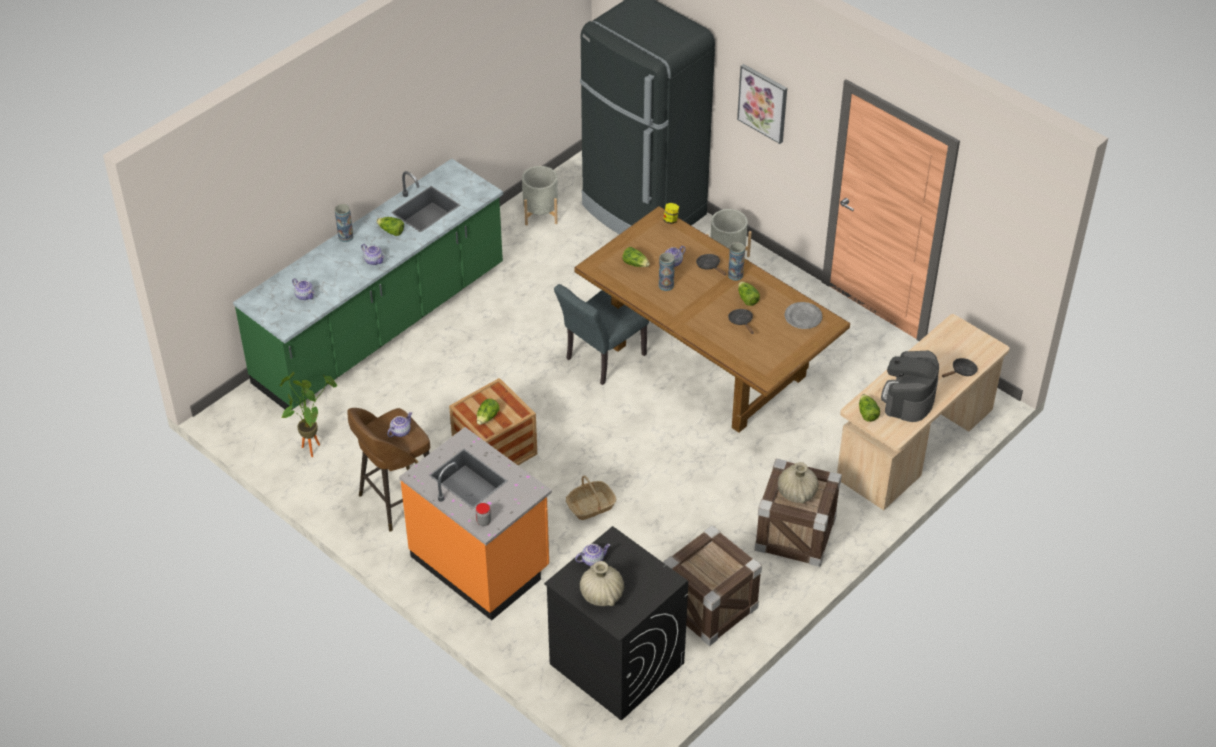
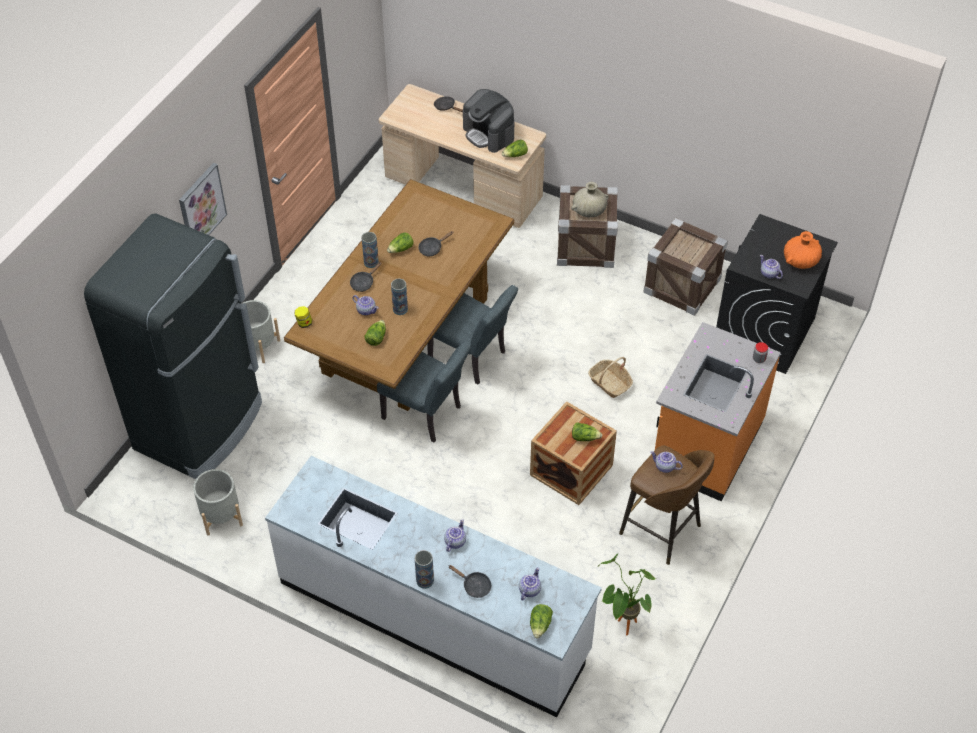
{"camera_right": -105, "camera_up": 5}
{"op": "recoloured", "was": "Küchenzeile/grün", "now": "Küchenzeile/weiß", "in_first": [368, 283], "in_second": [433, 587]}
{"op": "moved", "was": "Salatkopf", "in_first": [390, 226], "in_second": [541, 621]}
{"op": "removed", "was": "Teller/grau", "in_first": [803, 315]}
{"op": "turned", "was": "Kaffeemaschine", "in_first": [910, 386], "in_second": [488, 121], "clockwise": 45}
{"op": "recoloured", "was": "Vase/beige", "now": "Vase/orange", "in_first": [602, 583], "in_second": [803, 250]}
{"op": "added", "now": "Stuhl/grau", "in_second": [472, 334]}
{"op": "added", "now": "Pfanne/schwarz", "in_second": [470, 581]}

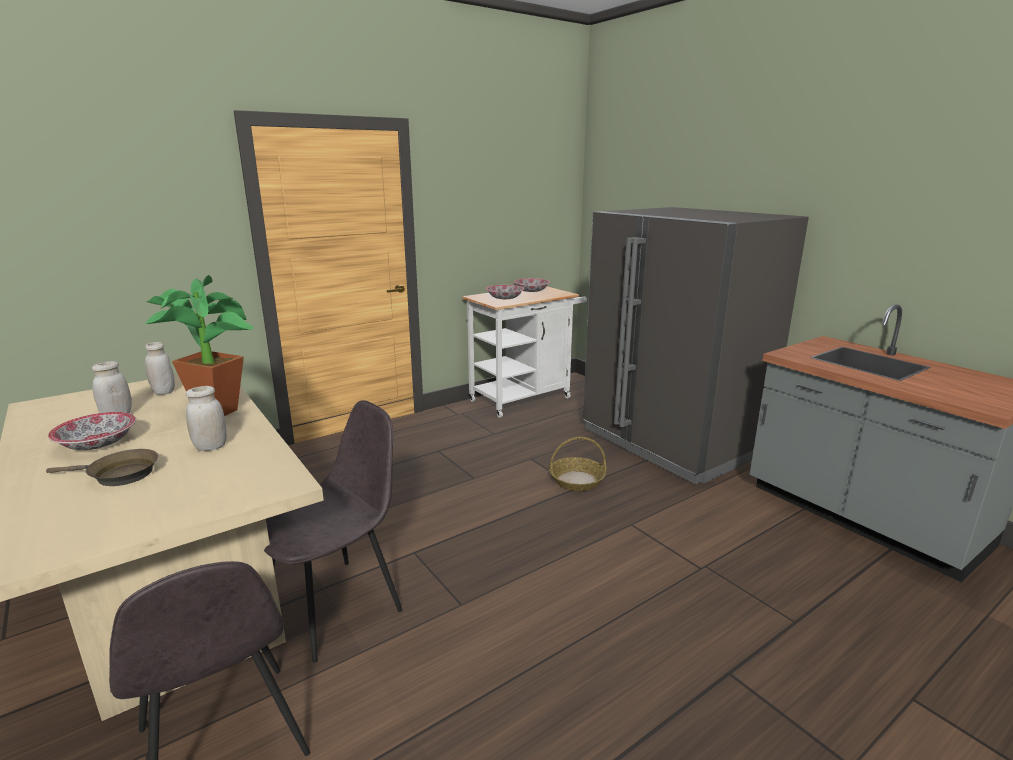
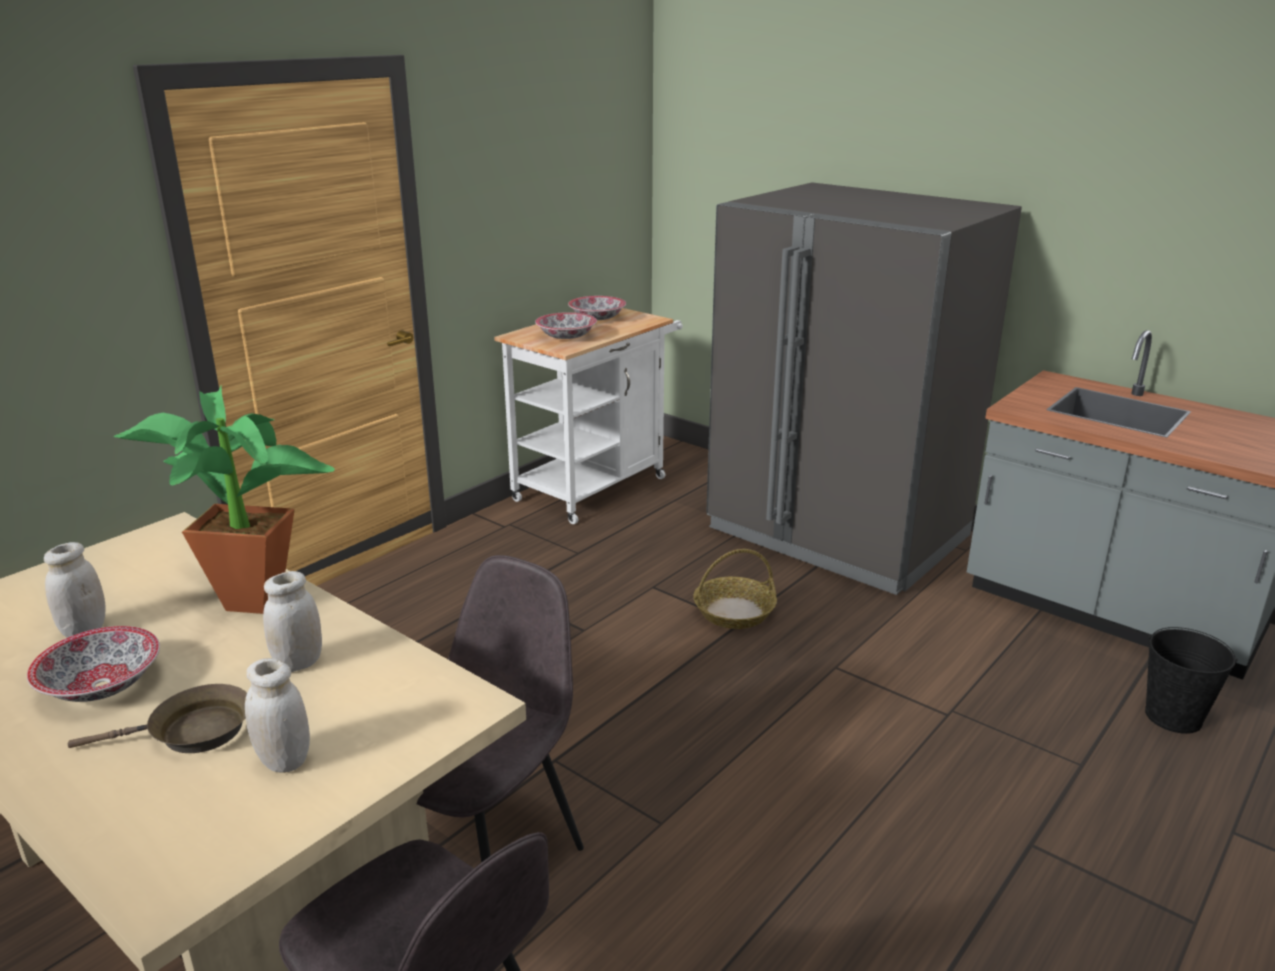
{"camera_right": -15, "camera_up": 5}
{"op": "moved", "was": "Vorratsglas/weiß", "in_first": [160, 368], "in_second": [277, 715]}
{"op": "added", "now": "Eimer/schwarz", "in_second": [1191, 680]}

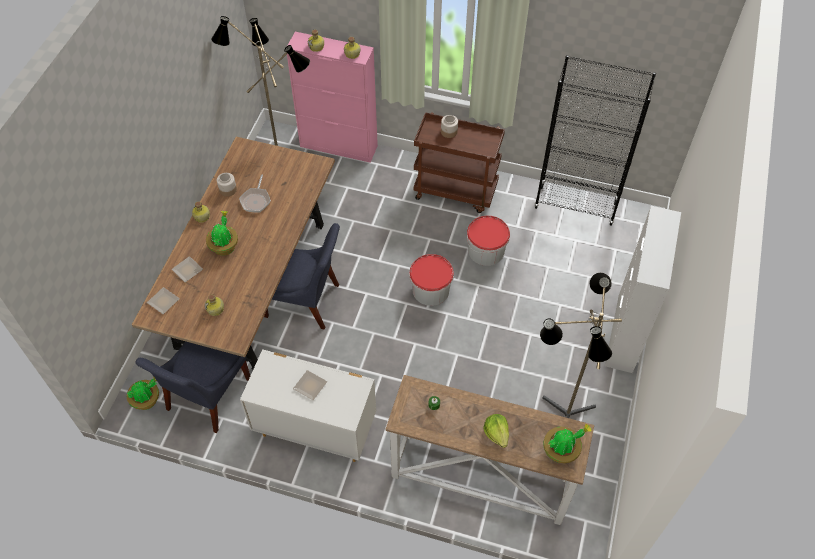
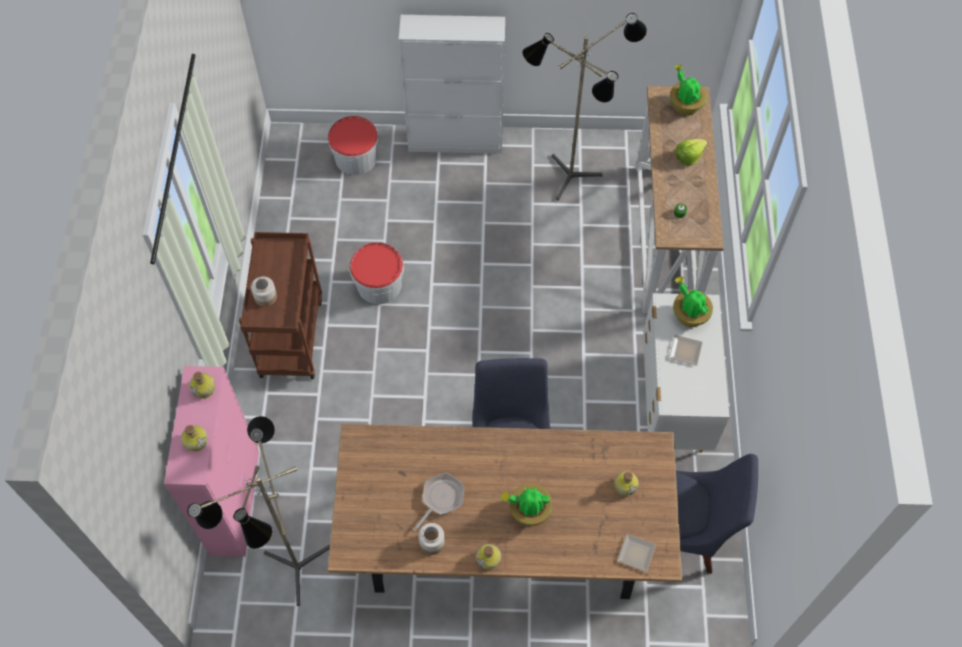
{"camera_right": -105, "camera_up": 5}
{"op": "removed", "was": "Bücherregal/schwarz", "in_first": [595, 140]}
{"op": "turned", "was": "Pfanne", "in_first": [255, 194], "in_second": [438, 502], "clockwise": -45}
{"op": "moved", "was": "Eimer", "in_first": [431, 280], "in_second": [353, 145]}
{"op": "removed", "was": "Teller", "in_first": [187, 269]}
{"op": "moved", "was": "Topfpflanze", "in_first": [142, 393], "in_second": [693, 301]}

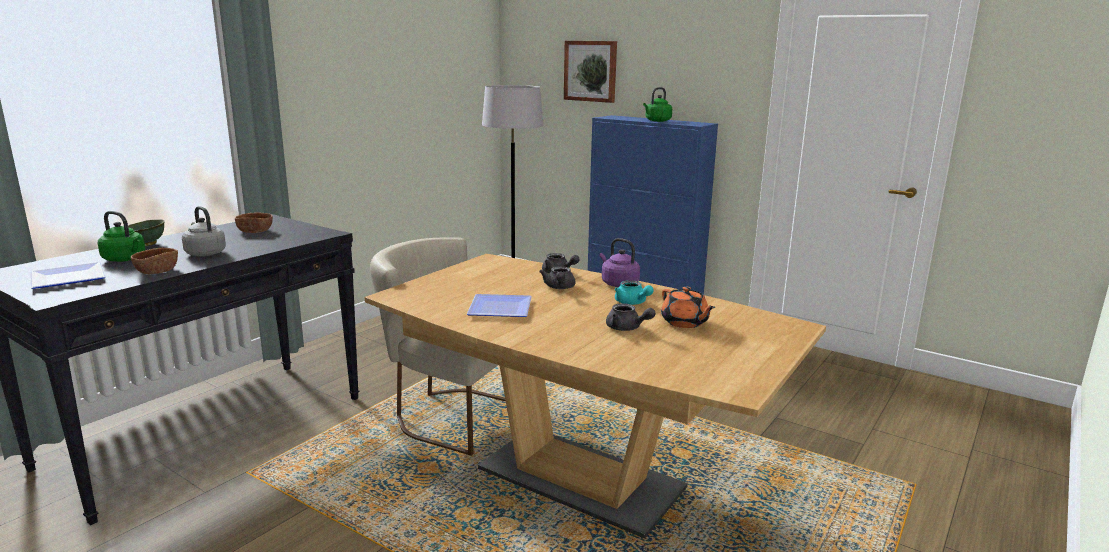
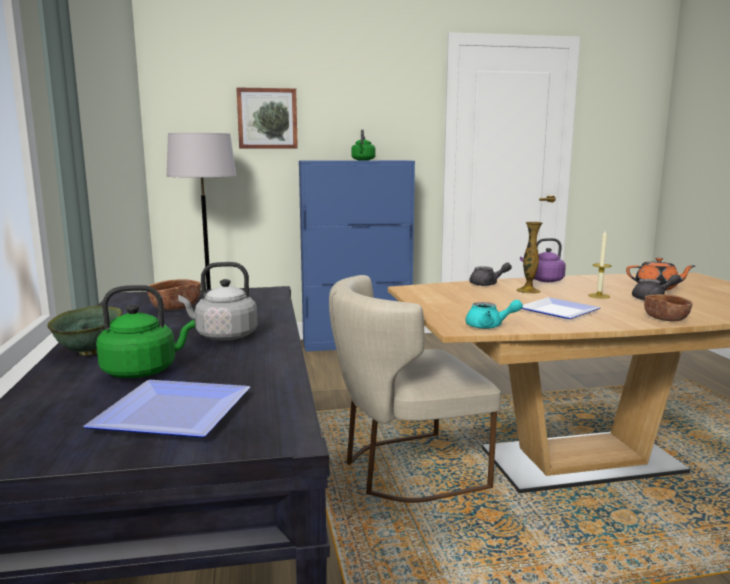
{"camera_right": -45, "camera_up": -5}
{"op": "moved", "was": "Schüssel/braun", "in_first": [154, 261], "in_second": [668, 307]}
{"op": "replaced", "was": "Teekanne/grau", "now": "Vase", "in_first": [557, 277], "in_second": [529, 258]}
{"op": "moved", "was": "Teekanne/türkis", "in_first": [634, 292], "in_second": [494, 314]}
{"op": "added", "now": "Kerze", "in_second": [600, 265]}

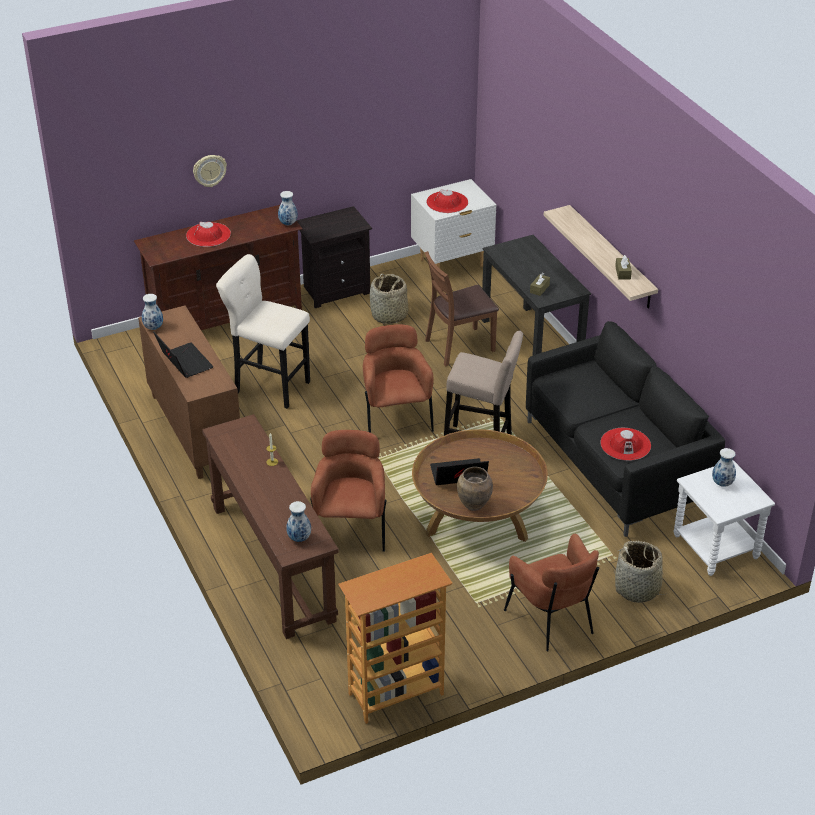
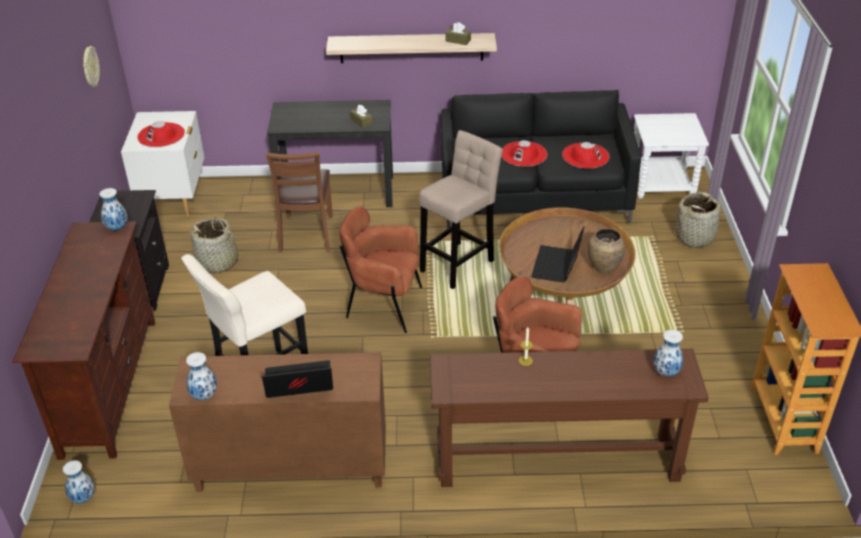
{"camera_right": -65, "camera_up": 0}
{"op": "moved", "was": "Wanduhr", "in_first": [210, 171], "in_second": [91, 66]}
{"op": "moved", "was": "Hut/rot", "in_first": [208, 234], "in_second": [525, 153]}
{"op": "moved", "was": "Vase", "in_first": [724, 467], "in_second": [79, 482]}
{"op": "removed", "was": "Sessel/braun", "in_first": [551, 592]}

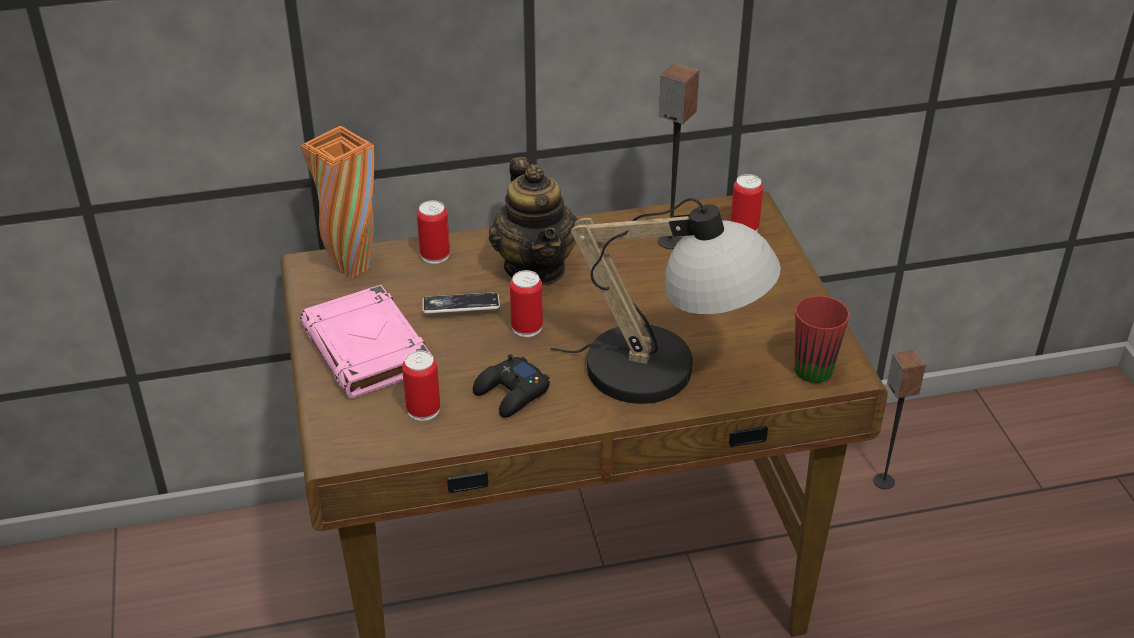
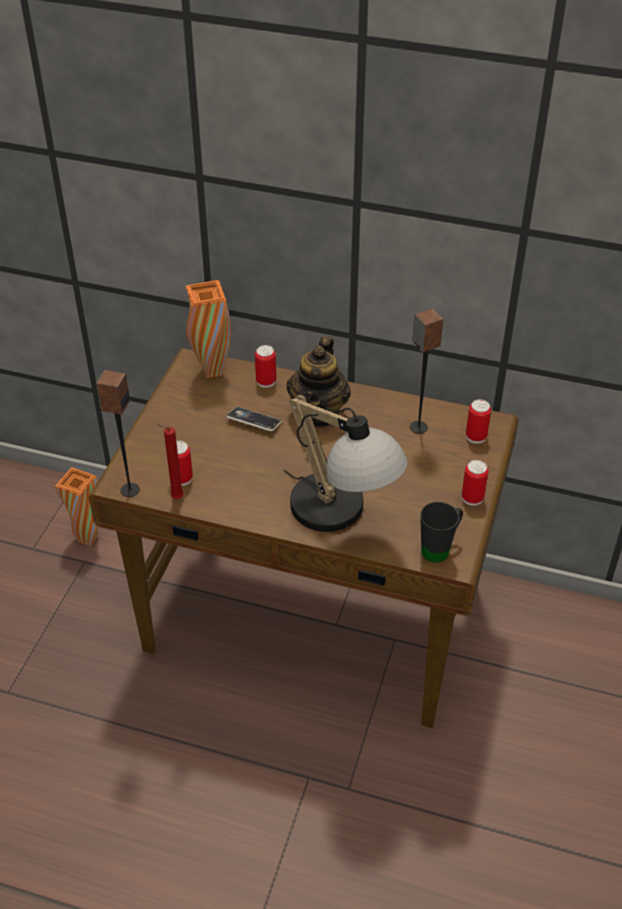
{"camera_right": 30, "camera_up": 5}
{"op": "moved", "was": "Dose", "in_first": [526, 303], "in_second": [475, 483]}
{"op": "removed", "was": "Buch/rosa", "in_first": [365, 341]}
{"op": "recoloured", "was": "Henkelbecher/rot", "now": "Henkelbecher/schwarz", "in_first": [822, 339], "in_second": [441, 532]}
{"op": "moved", "was": "Lautsprecher", "in_first": [899, 419], "in_second": [118, 433]}
{"op": "removed", "was": "Gamepad/schwarz", "in_first": [511, 386]}
{"op": "added", "now": "Kerze/rot", "in_second": [170, 461]}
{"op": "added", "now": "Vase/orange", "in_second": [76, 506]}

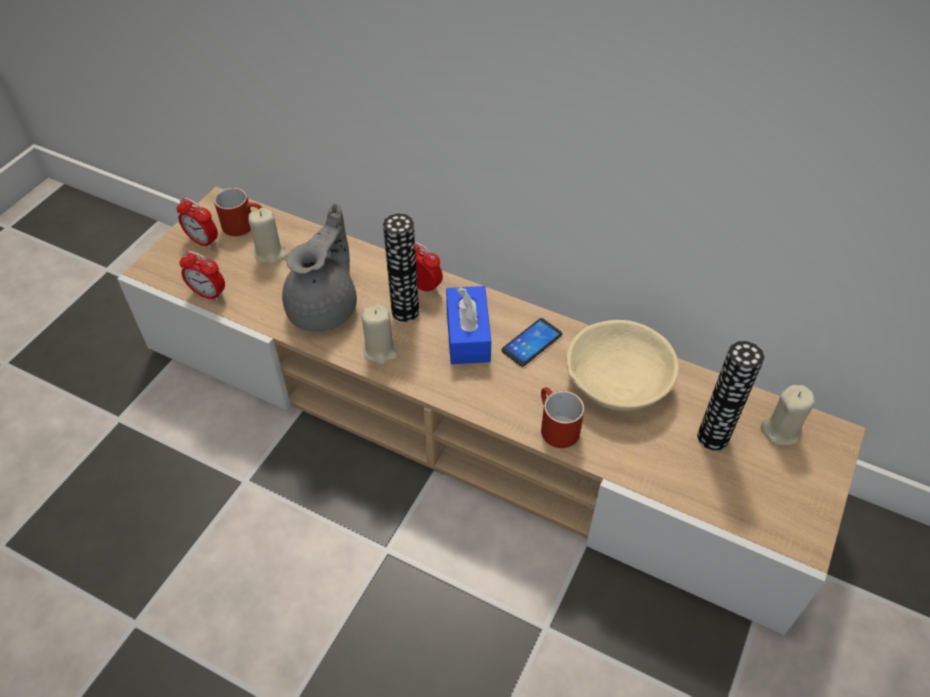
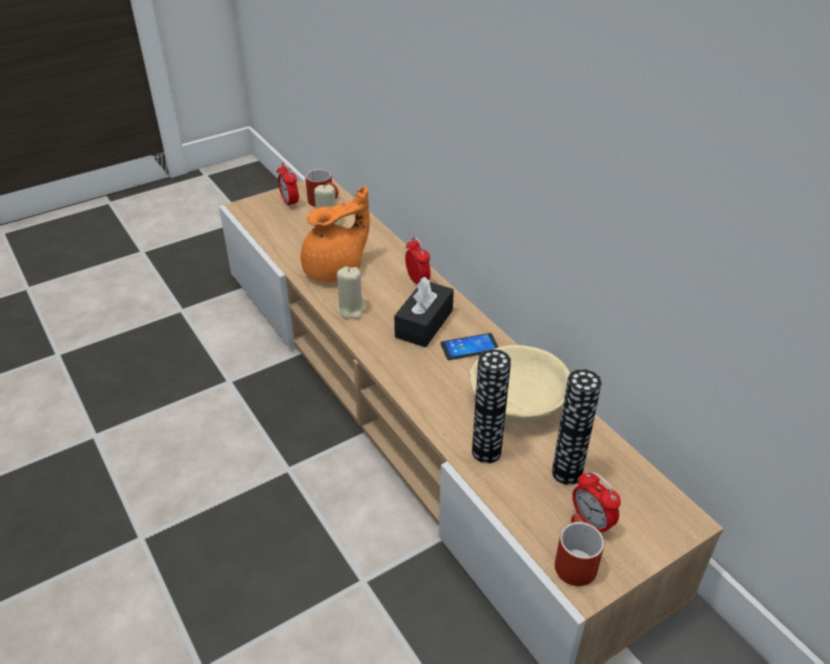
{"camera_right": 30, "camera_up": -10}
{"op": "recoloured", "was": "Teekanne/grau", "now": "Teekanne/orange", "in_first": [319, 267], "in_second": [335, 234]}
{"op": "moved", "was": "Vase", "in_first": [401, 267], "in_second": [491, 406]}
{"op": "moved", "was": "Wecker", "in_first": [202, 276], "in_second": [596, 501]}
{"op": "recoloured", "was": "Taschentuchbox/blau", "now": "Taschentuchbox/schwarz", "in_first": [468, 325], "in_second": [424, 312]}
{"op": "removed", "was": "Kerze/beige", "in_first": [788, 415]}
{"op": "moved", "was": "Henkelbecher/rot", "in_first": [563, 417], "in_second": [579, 550]}

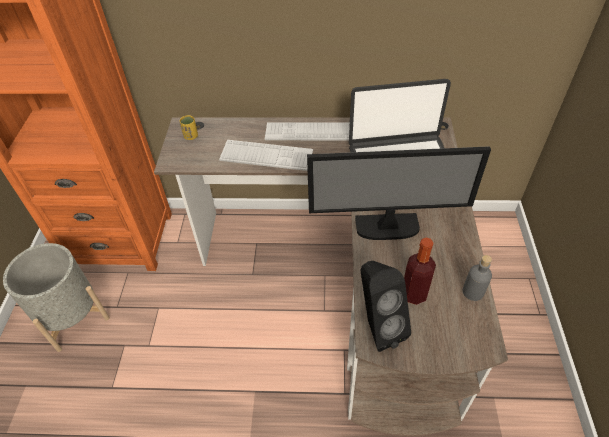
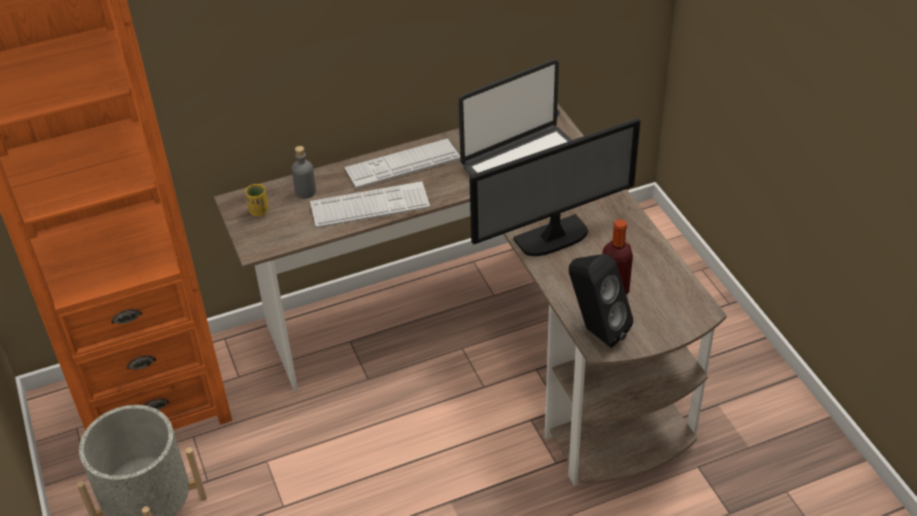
{"camera_right": -25, "camera_up": -5}
{"op": "moved", "was": "Flasche/grau", "in_first": [477, 278], "in_second": [304, 172]}

